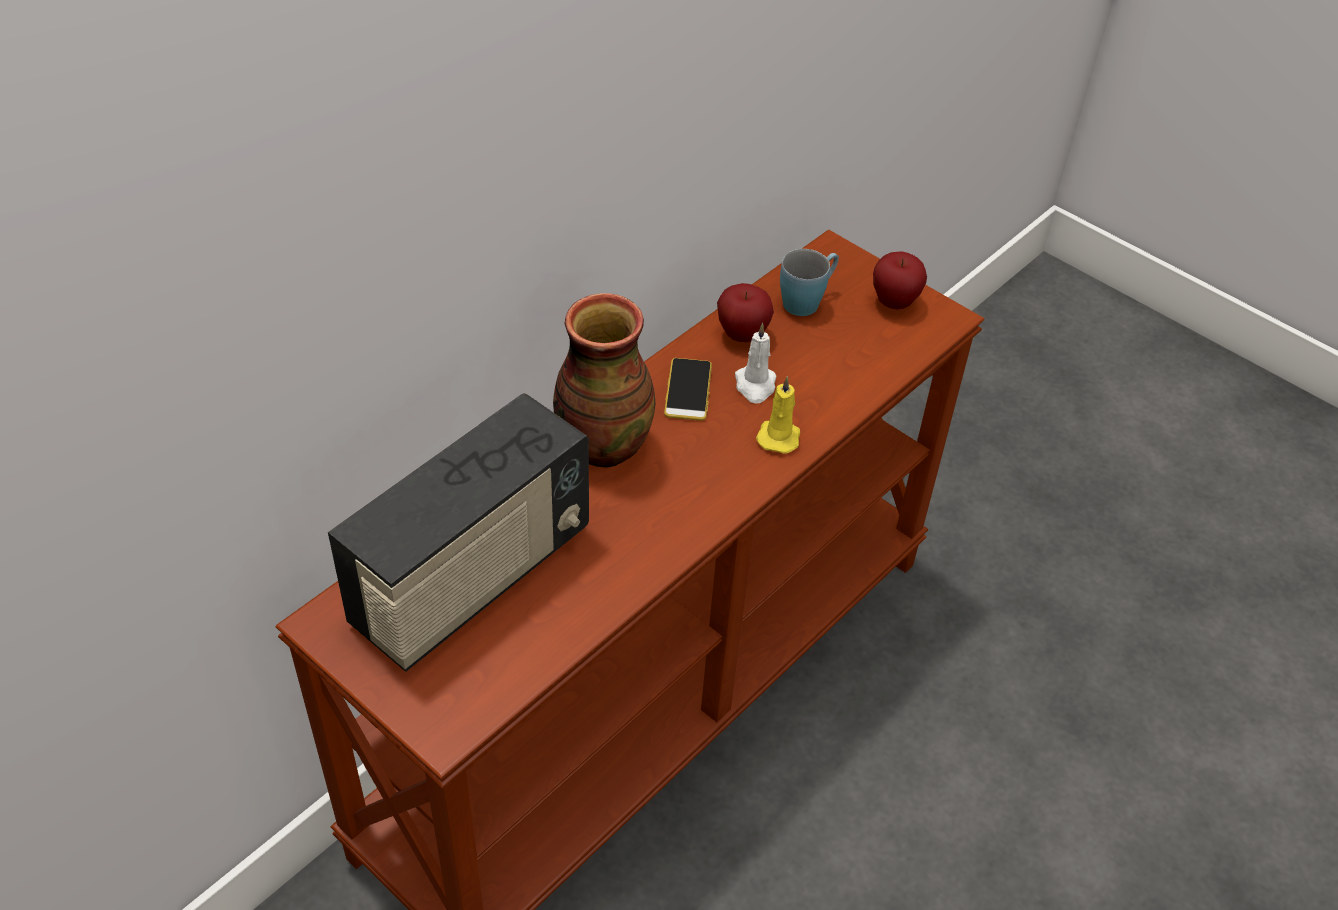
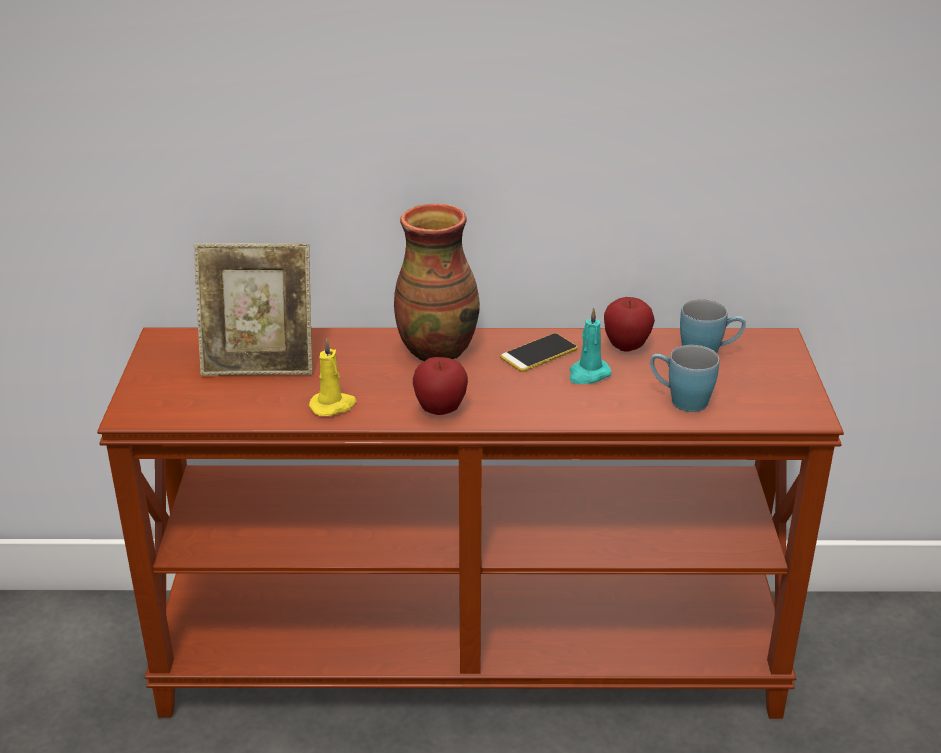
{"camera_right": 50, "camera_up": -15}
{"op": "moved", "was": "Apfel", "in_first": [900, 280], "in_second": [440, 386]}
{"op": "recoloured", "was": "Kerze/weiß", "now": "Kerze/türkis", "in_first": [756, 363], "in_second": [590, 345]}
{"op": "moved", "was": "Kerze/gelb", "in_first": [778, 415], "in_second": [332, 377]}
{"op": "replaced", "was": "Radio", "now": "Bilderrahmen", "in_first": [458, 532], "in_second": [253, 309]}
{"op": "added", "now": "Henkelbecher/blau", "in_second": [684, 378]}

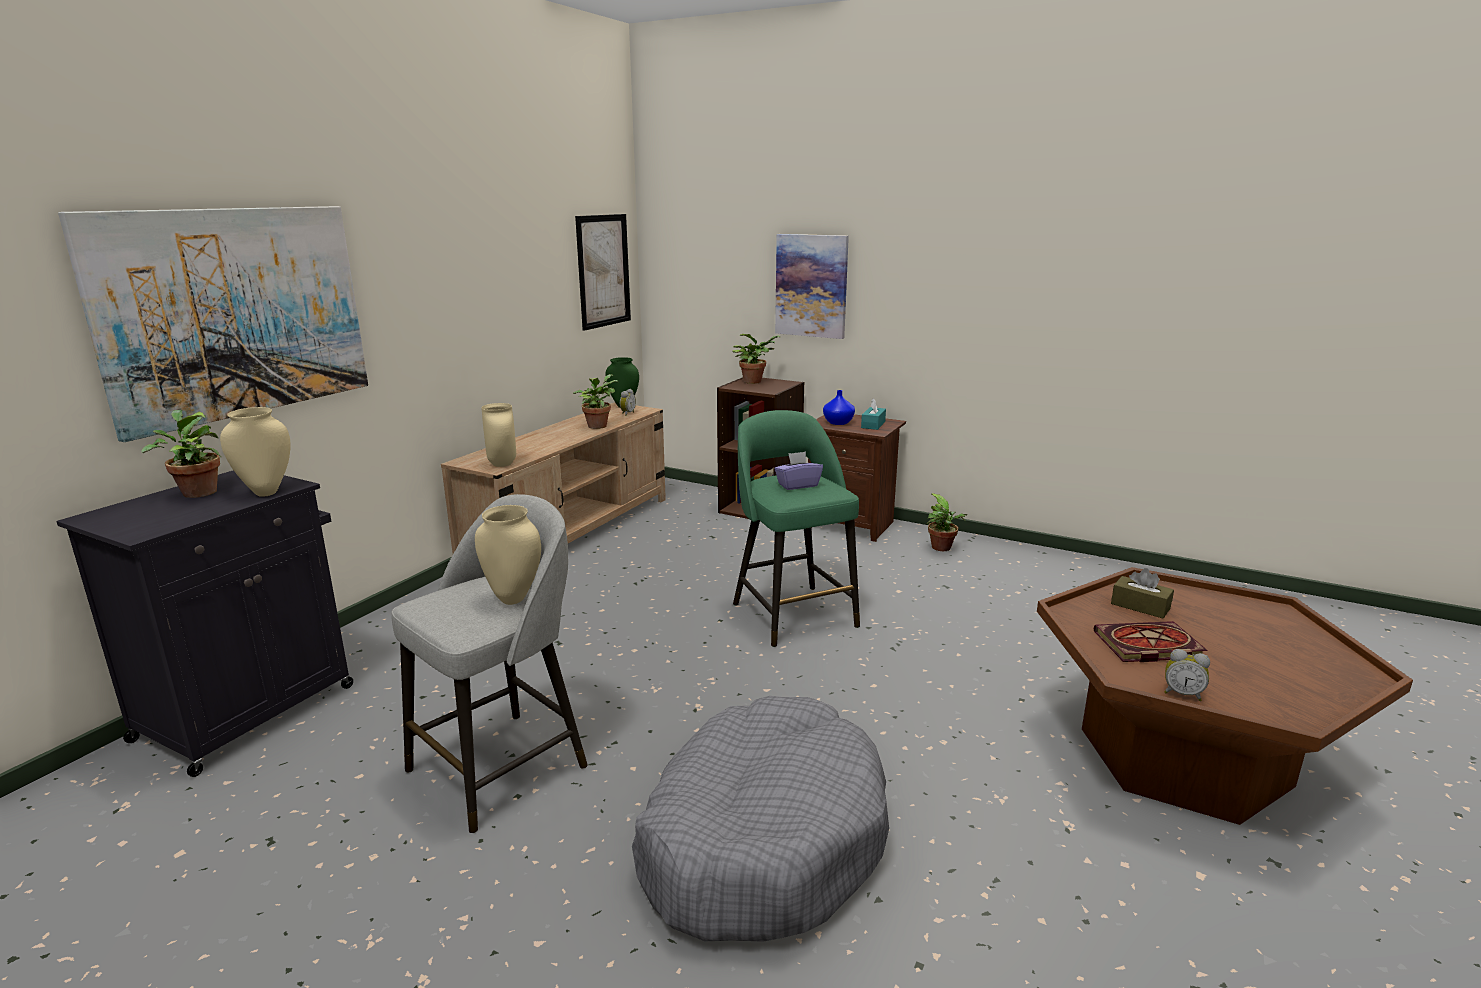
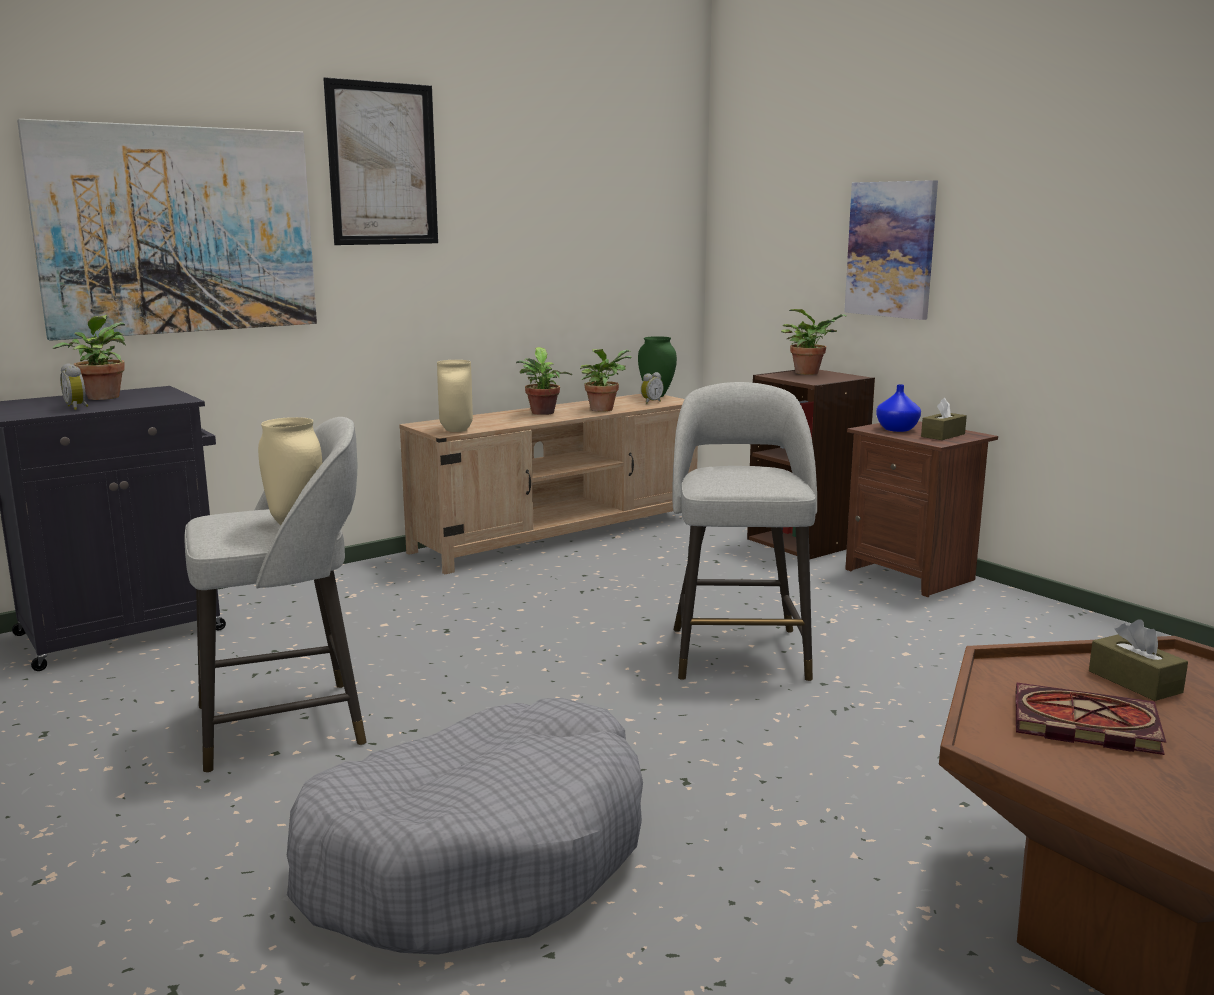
{"camera_right": 25, "camera_up": -5}
{"op": "moved", "was": "Bild", "in_first": [603, 272], "in_second": [380, 161]}
{"op": "recoloured", "was": "Taschentuchbox/türkis", "now": "Taschentuchbox/braun", "in_first": [873, 414], "in_second": [944, 419]}
{"op": "removed", "was": "Vase/beige", "in_first": [255, 452]}
{"op": "recoloured", "was": "Hocker/grün", "now": "Hocker/grau", "in_first": [796, 528], "in_second": [744, 531]}
{"op": "removed", "was": "Taschentuchbox/lila", "in_first": [798, 470]}
{"op": "moved", "was": "Topfpflanze", "in_first": [947, 522], "in_second": [544, 381]}
{"op": "moved", "was": "Wecker", "in_first": [1187, 675], "in_second": [74, 386]}

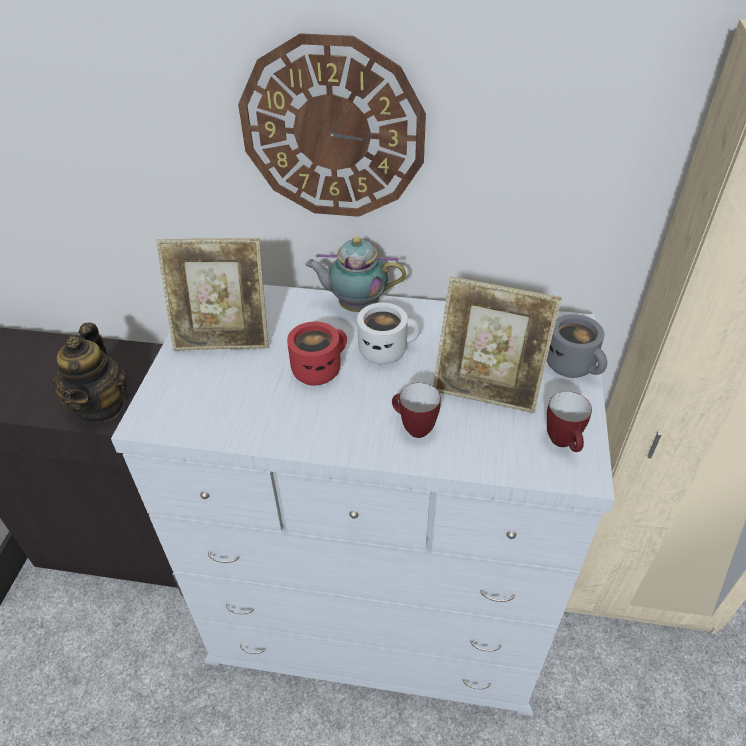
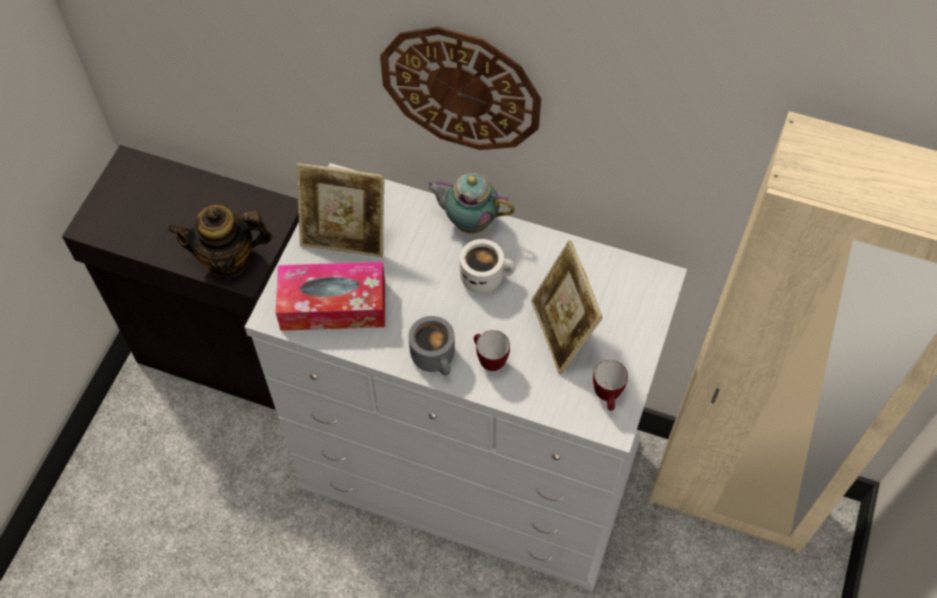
{"camera_right": 10, "camera_up": 15}
{"op": "turned", "was": "Bilderrahmen", "in_first": [497, 344], "in_second": [567, 307], "clockwise": 45}
{"op": "moved", "was": "Henkelbecher/grau", "in_first": [577, 346], "in_second": [432, 346]}
{"op": "removed", "was": "Henkelbecher/rot", "in_first": [317, 354]}
{"op": "turned", "was": "Teekanne", "in_first": [90, 373], "in_second": [220, 241], "clockwise": 75}
{"op": "added", "now": "Taschentuchbox", "in_second": [330, 296]}

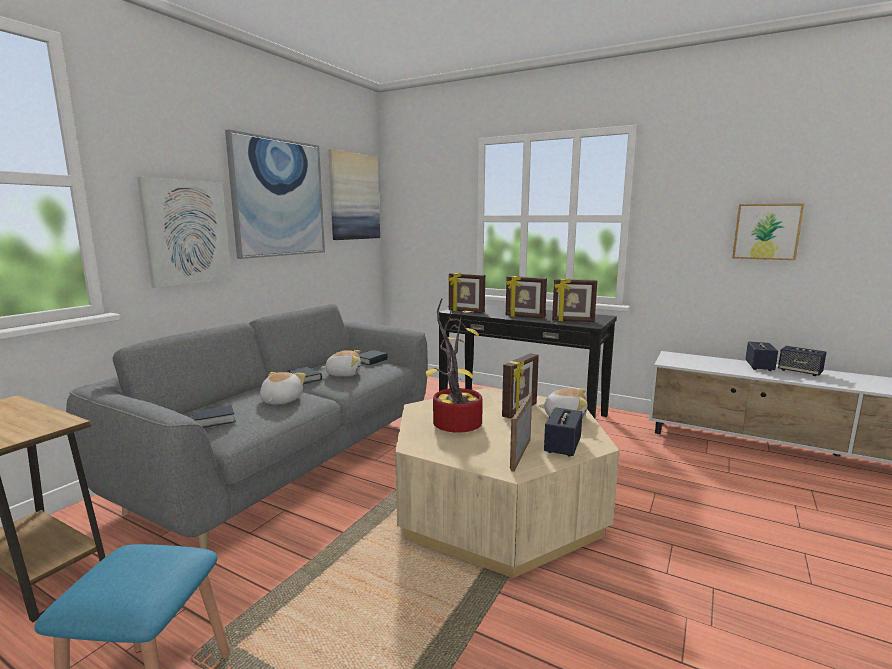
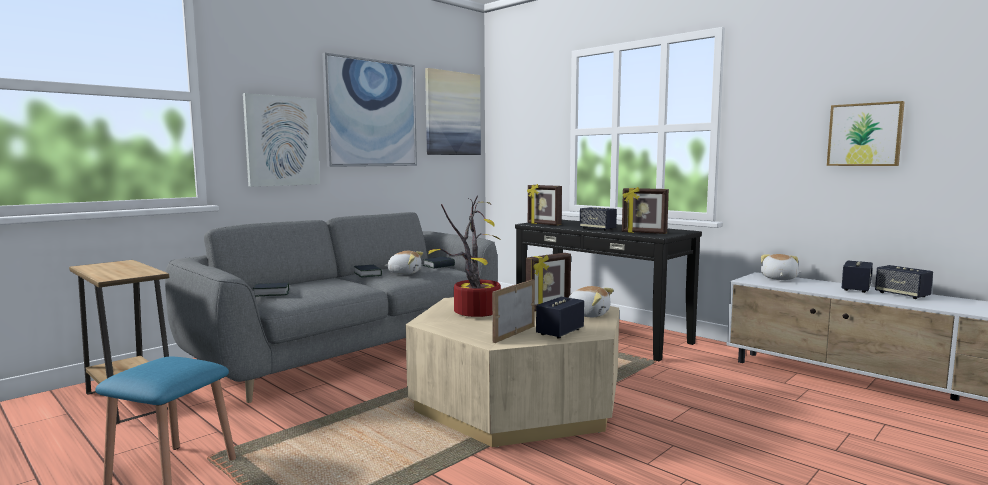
{"camera_right": 15, "camera_up": -5}
{"op": "replaced", "was": "Bilderrahmen", "now": "Lautsprecher", "in_first": [526, 297], "in_second": [598, 219]}
{"op": "moved", "was": "Plüschtier", "in_first": [283, 388], "in_second": [780, 267]}

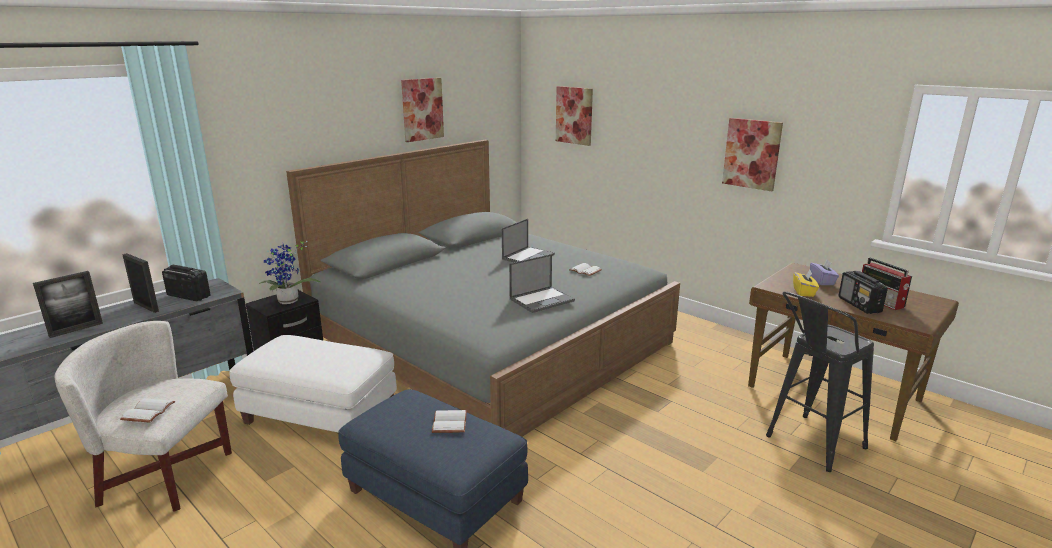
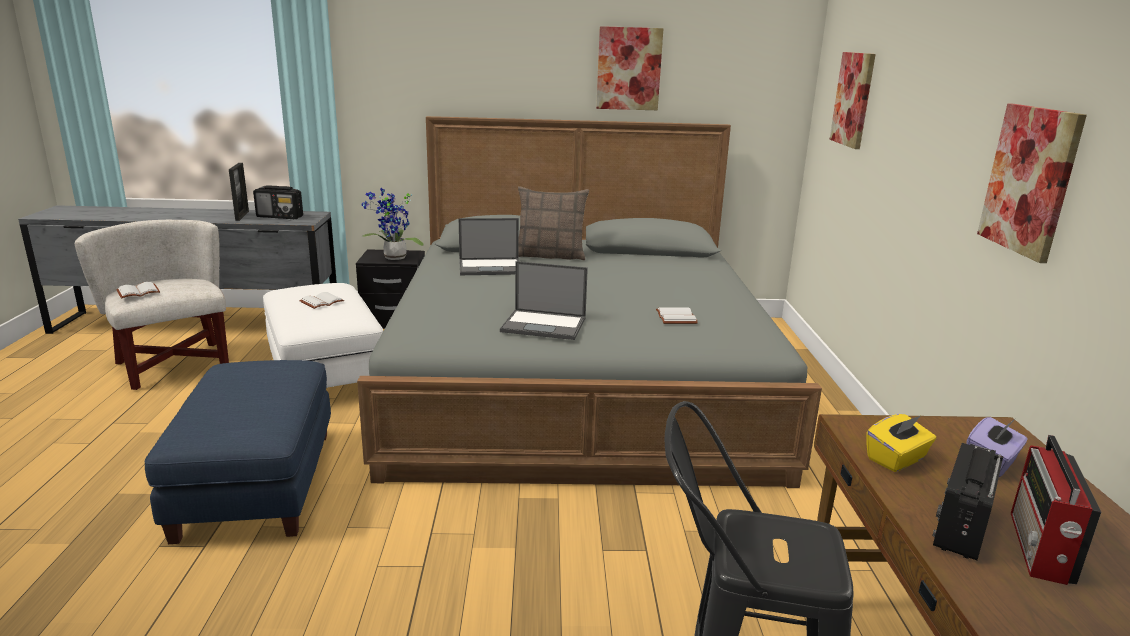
{"camera_right": 45, "camera_up": 0}
{"op": "moved", "was": "Laptop", "in_first": [528, 240], "in_second": [489, 246]}
{"op": "turned", "was": "Radio", "in_first": [186, 283], "in_second": [278, 202], "clockwise": 120}
{"op": "removed", "was": "Bilderrahmen", "in_first": [68, 304]}
{"op": "moved", "was": "Buch/weiß", "in_first": [449, 421], "in_second": [321, 300]}
{"op": "added", "now": "Kissen", "in_second": [553, 223]}

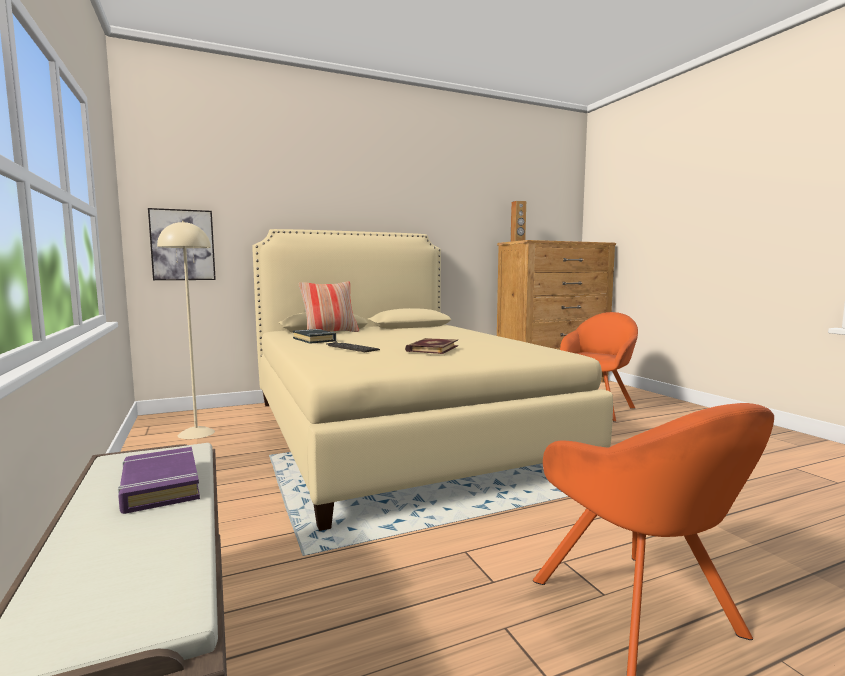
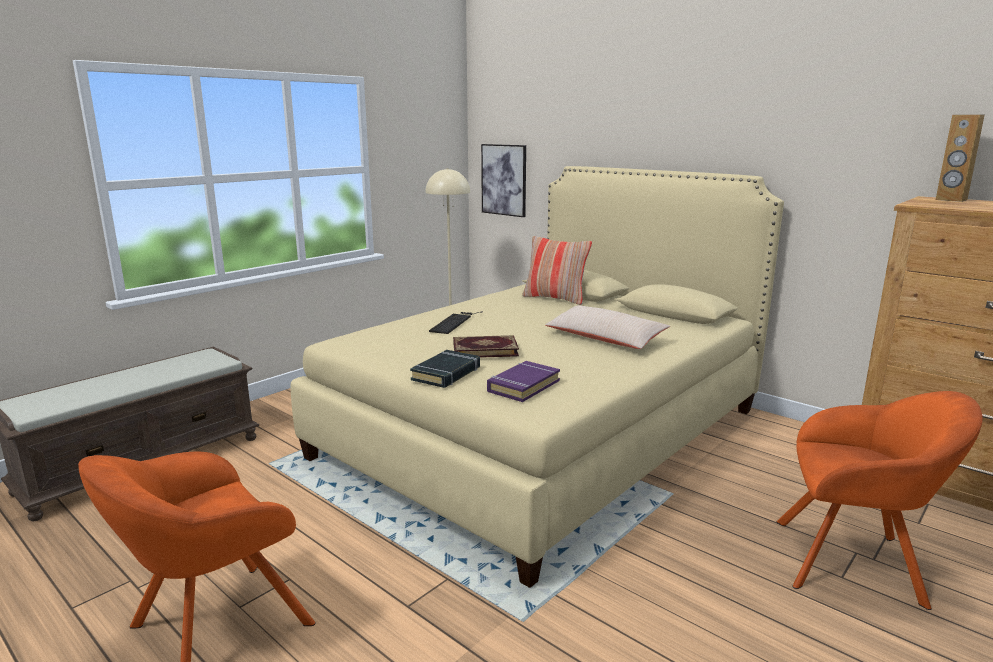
{"camera_right": 65, "camera_up": 10}
{"op": "moved", "was": "Buch/schwarz", "in_first": [314, 336], "in_second": [445, 369]}
{"op": "moved", "was": "Buch/lila", "in_first": [159, 480], "in_second": [523, 381]}
{"op": "added", "now": "Kissen/beige", "in_second": [607, 327]}

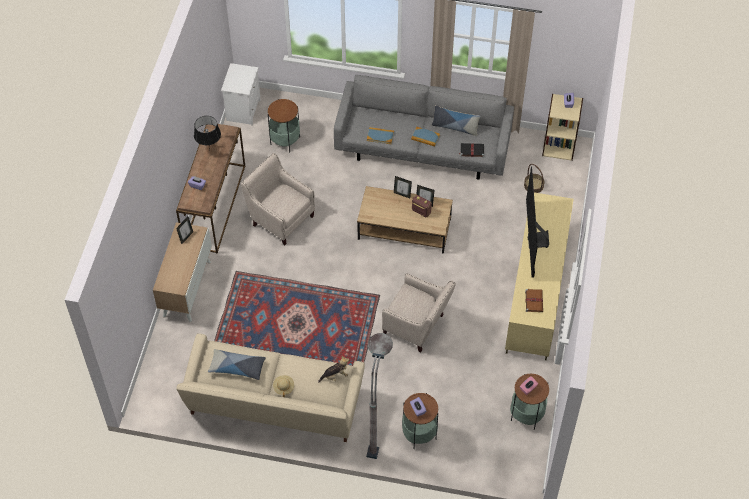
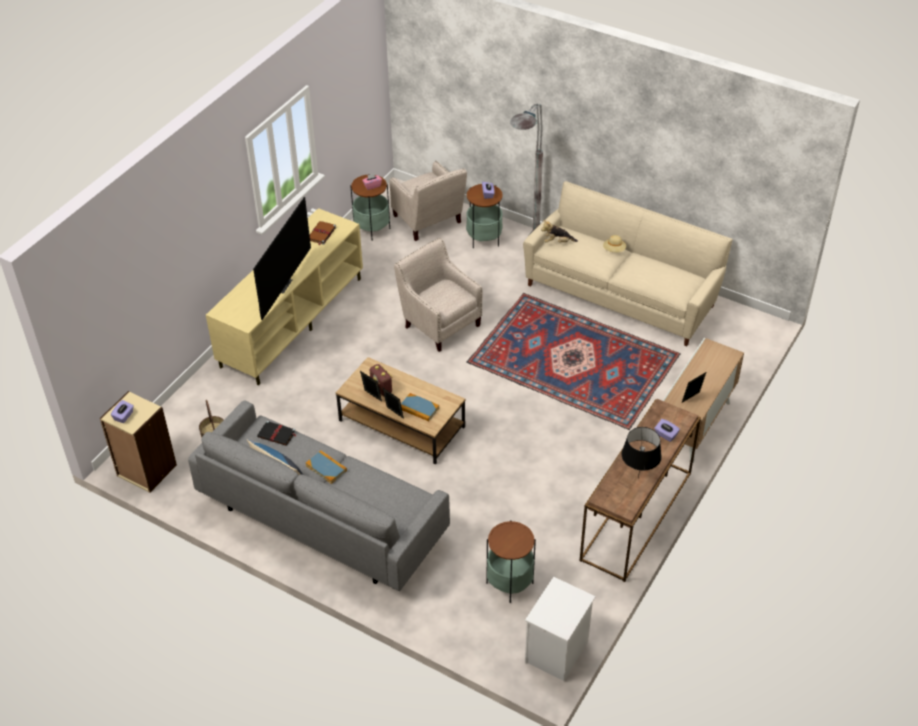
{"camera_right": -160, "camera_up": -10}
{"op": "moved", "was": "Buch", "in_first": [380, 135], "in_second": [420, 407]}
{"op": "moved", "was": "Sessel/beige", "in_first": [278, 199], "in_second": [428, 201]}
{"op": "removed", "was": "Kissen", "in_first": [237, 364]}

